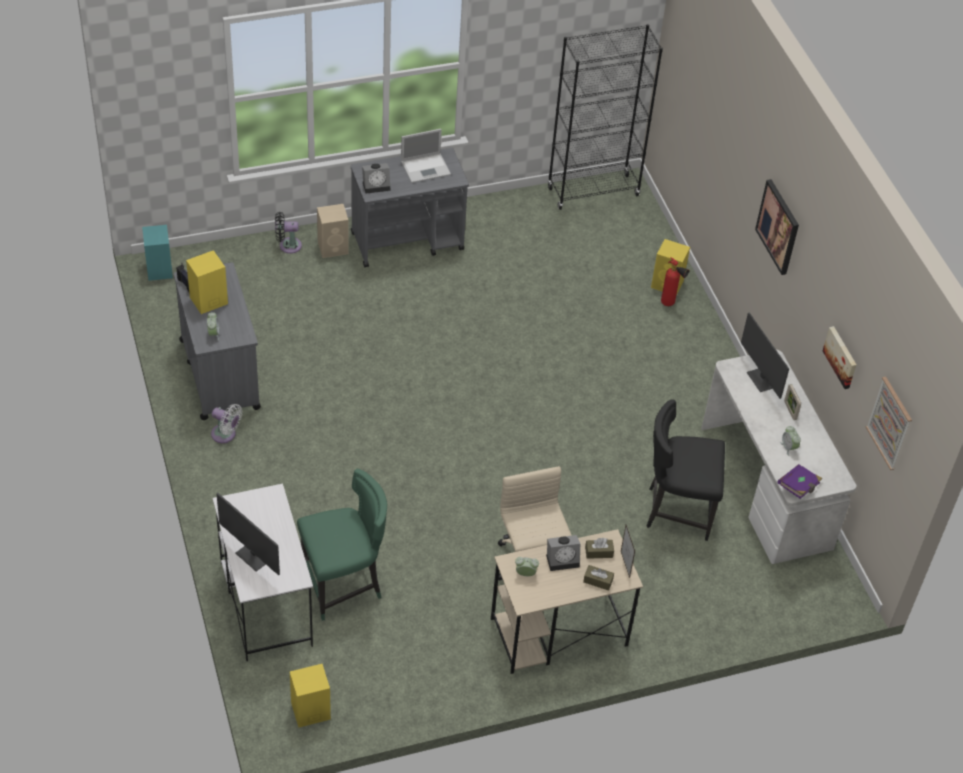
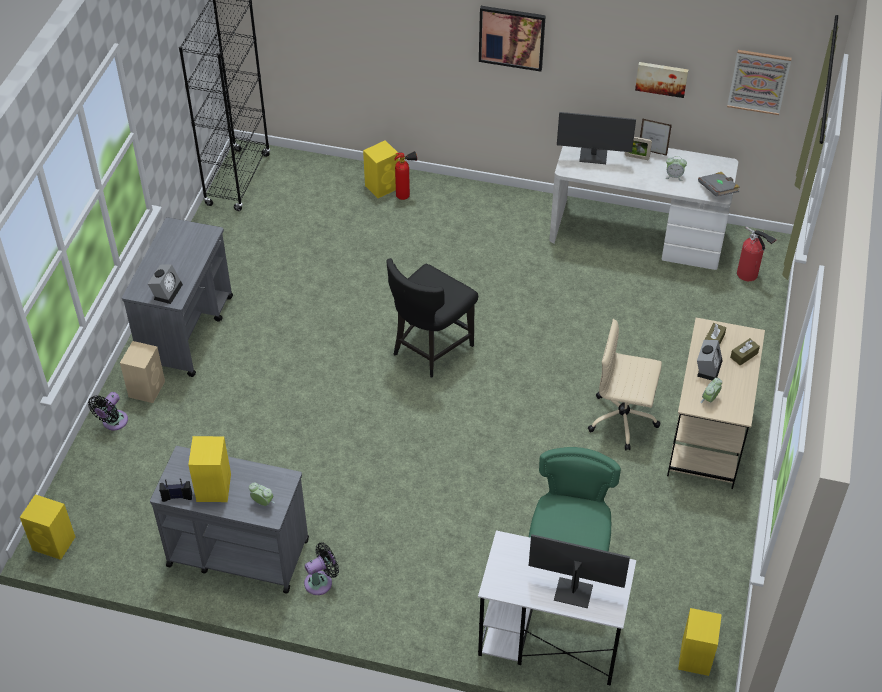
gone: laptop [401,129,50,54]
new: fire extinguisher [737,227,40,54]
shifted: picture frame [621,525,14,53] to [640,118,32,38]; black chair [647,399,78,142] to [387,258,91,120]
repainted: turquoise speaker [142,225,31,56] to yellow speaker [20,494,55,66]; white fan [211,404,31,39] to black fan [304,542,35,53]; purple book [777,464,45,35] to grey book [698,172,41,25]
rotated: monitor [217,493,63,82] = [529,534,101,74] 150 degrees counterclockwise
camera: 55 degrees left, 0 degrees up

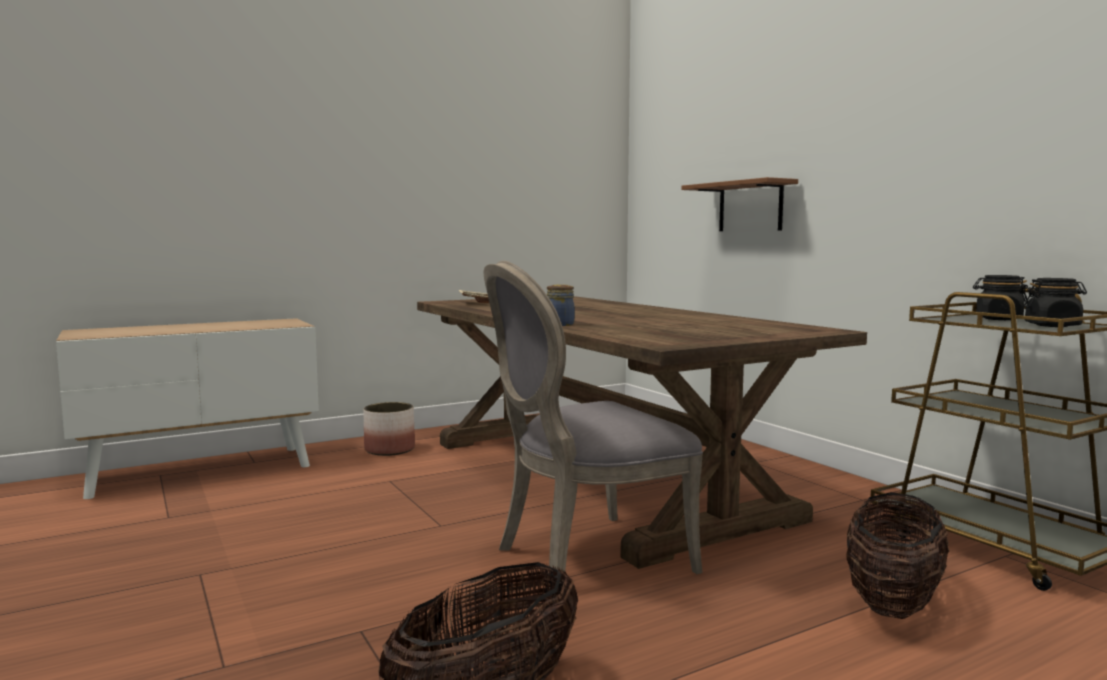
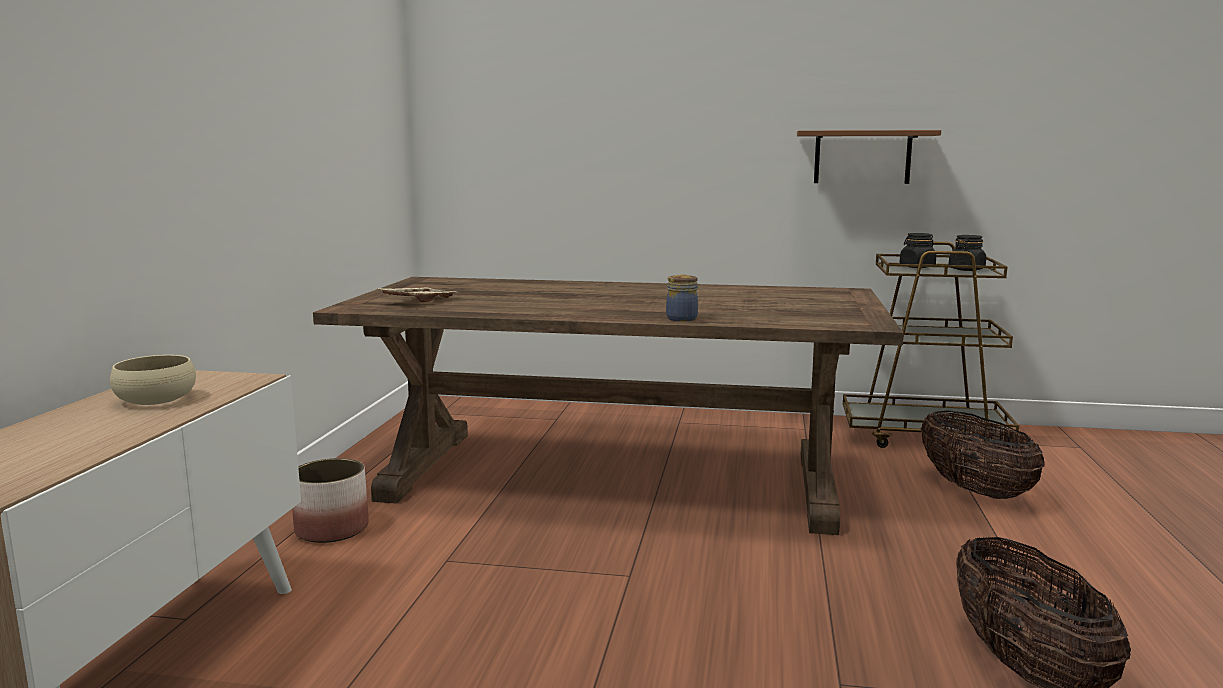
gone: grey chair [484,261,219,328]
new: beige bowl [110,355,86,50]
shifted: brown shelf [681,177,117,54] to [797,130,144,54]
camera: 50 degrees left, 5 degrees up

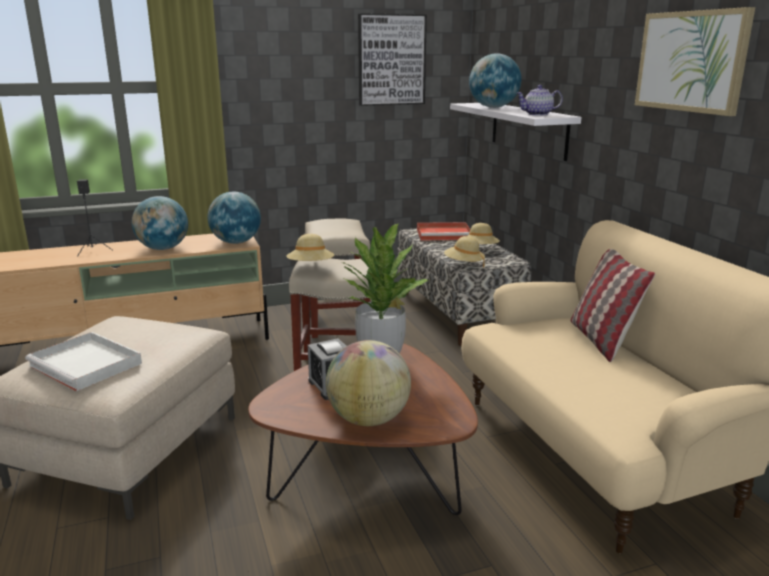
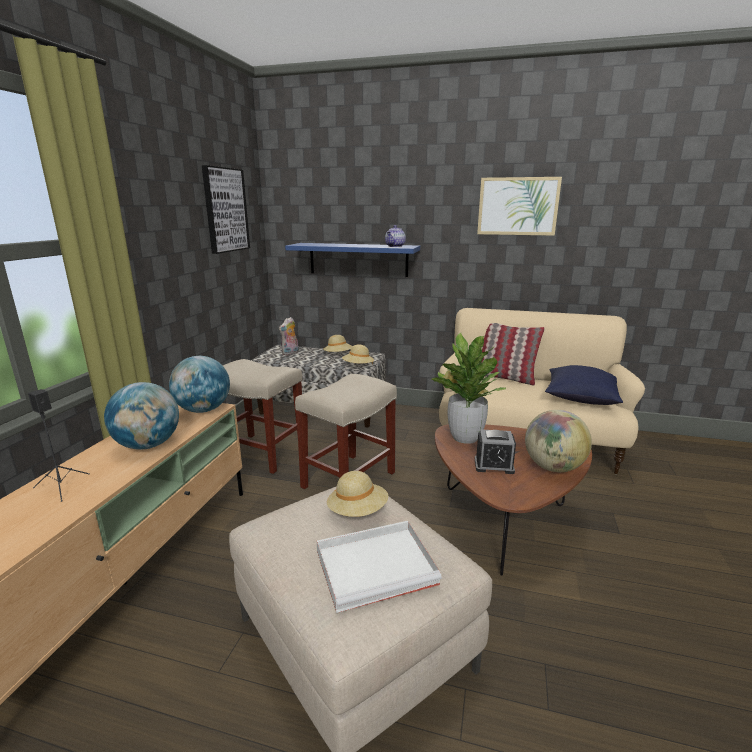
gone: globe [469,53,53,55]
new: blue pillow [545,365,78,40]
shifted: beige hat [286,234,48,27] to [327,471,61,46]
swapped: red tray [417,222,53,19] to plush toy [279,317,20,38]
repainted: white shelf [450,103,131,58] to blue shelf [285,243,135,34]
camera: 55 degrees left, 0 degrees up

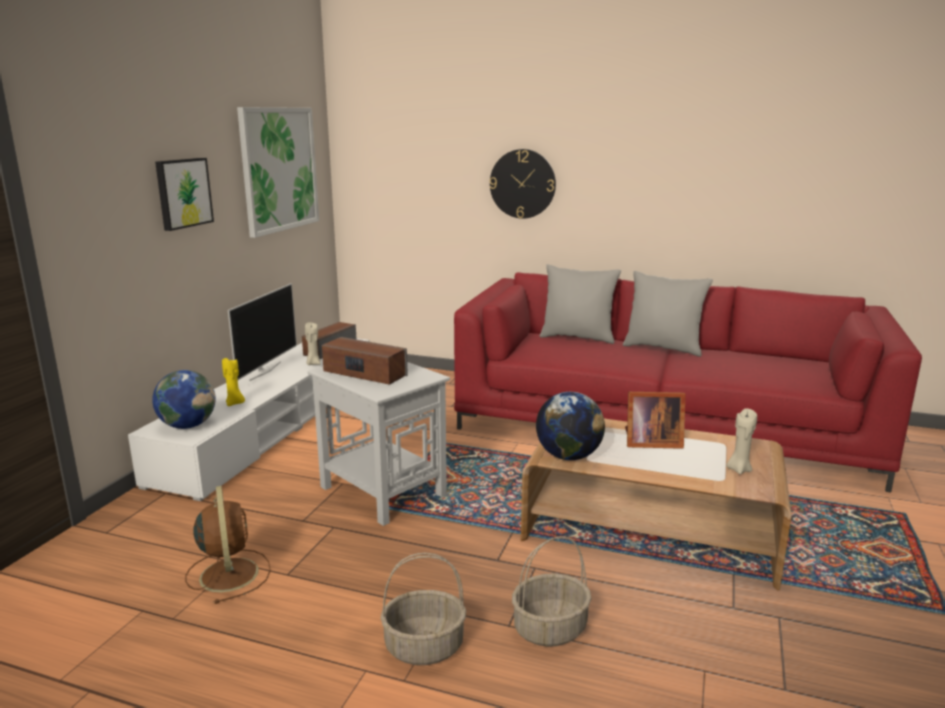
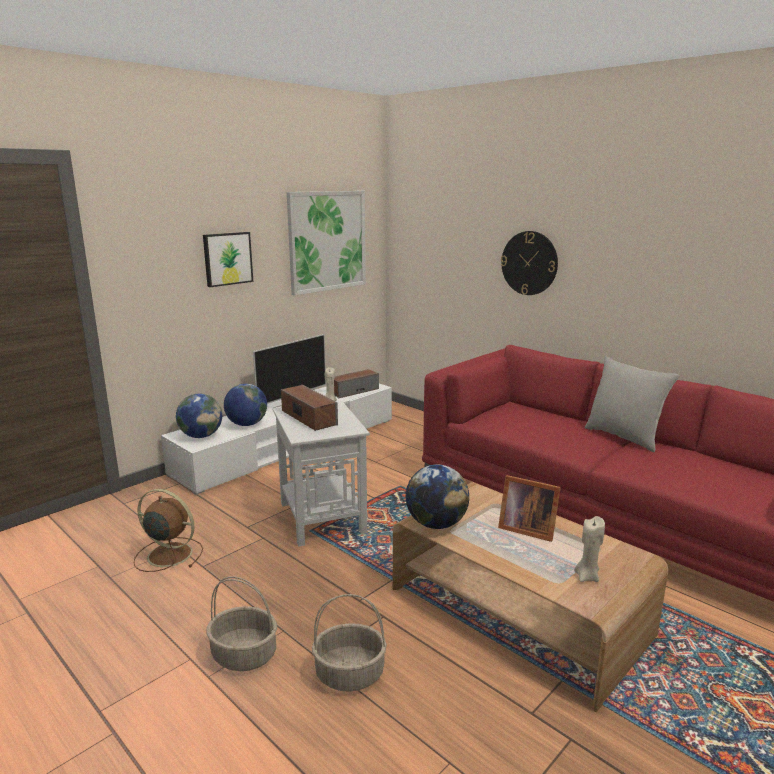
gone: grey pillow [540,264,81,80]
swapped: yellow candle [222,358,23,48] to globe [224,384,43,42]
rotated: brown fan [185,486,86,118] = [134,489,69,83] 75 degrees counterclockwise
camera: 25 degrees right, 0 degrees up

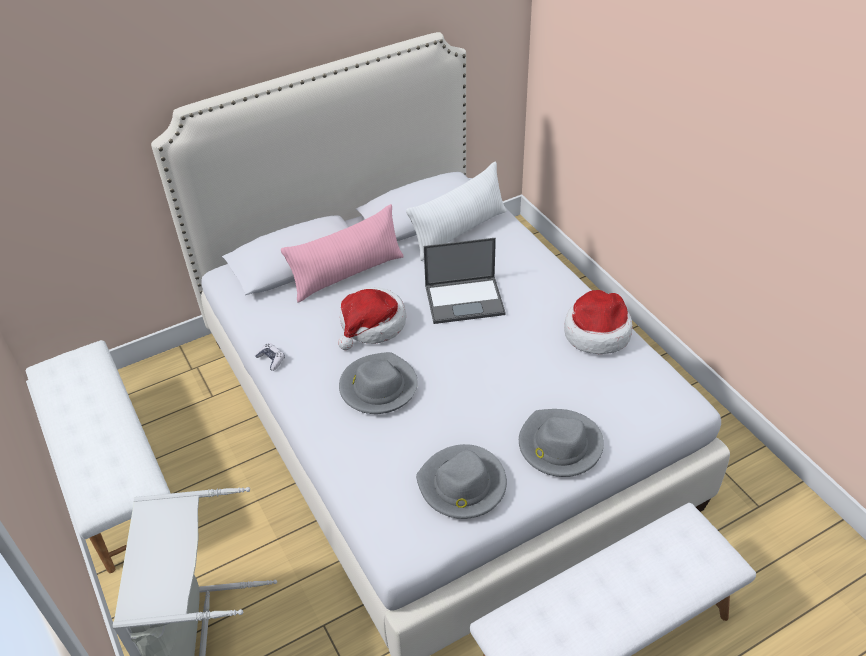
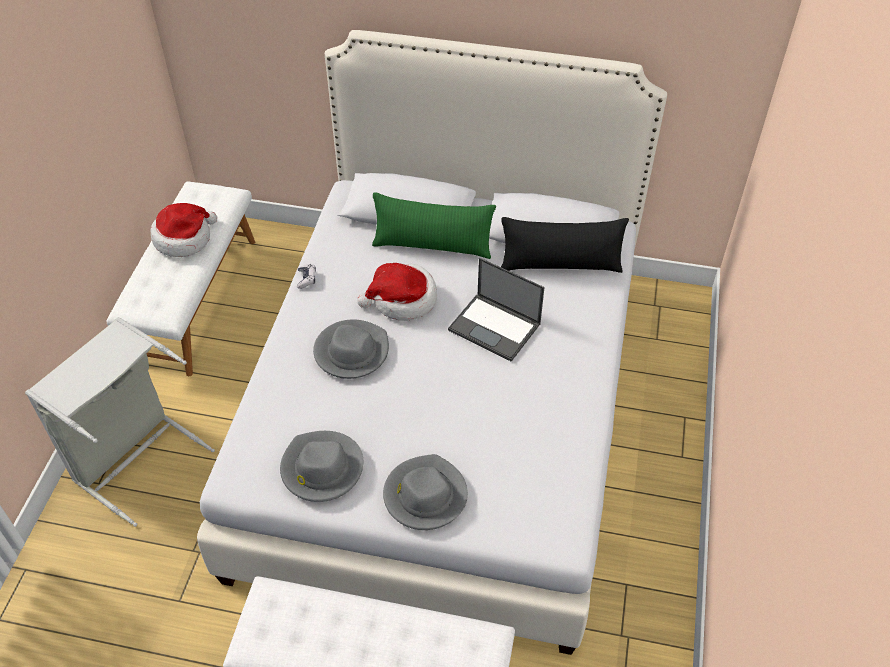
shifted: hat [564,290,69,64] to [150,203,67,54]
repainted: pink pillow [281,204,123,98] to green pillow [372,192,124,67]; white pillow [406,161,101,100] to black pillow [501,217,128,56]
camera: 40 degrees right, 5 degrees up

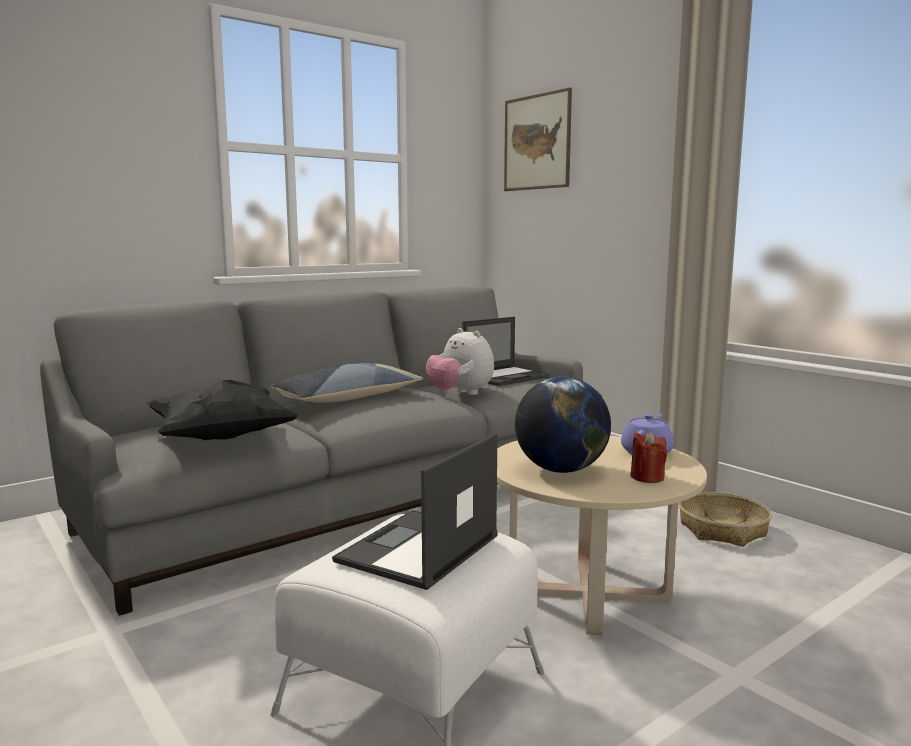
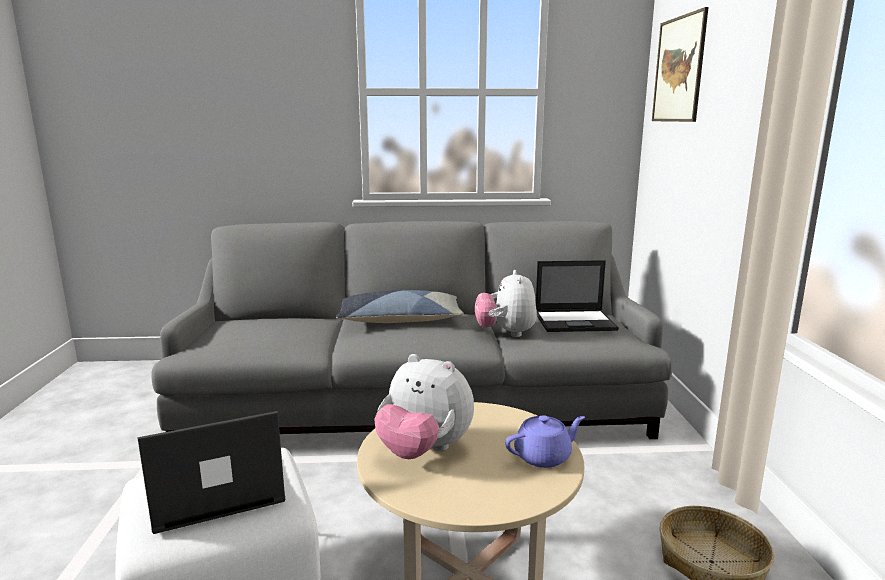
gone: black pillow [146,380,153,60]; red candle [630,431,37,52]
swapped: globe [515,377,96,96] to plush toy [374,354,100,105]
camera: 35 degrees right, 5 degrees up

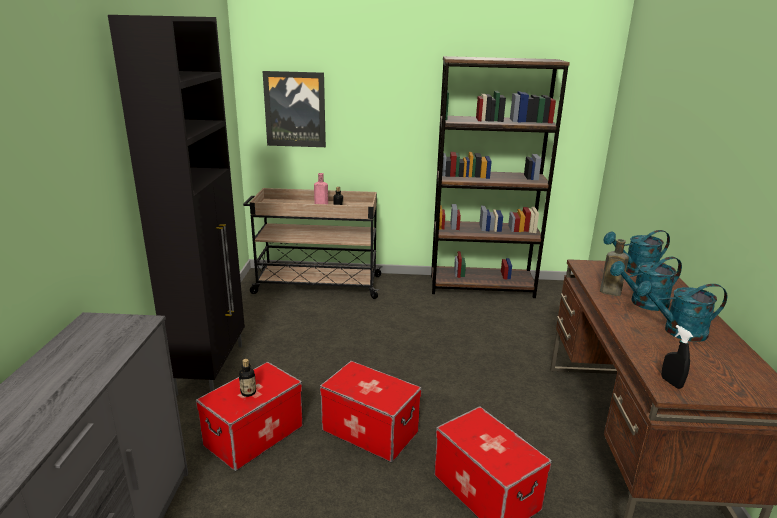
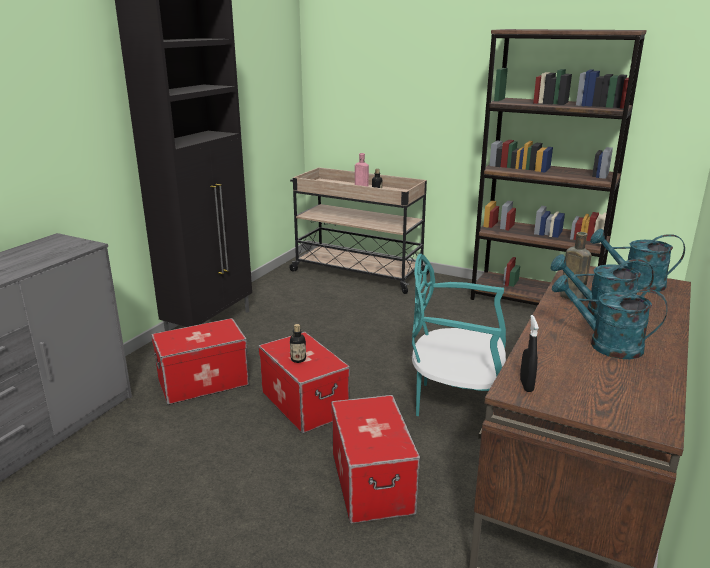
gone: picture [263,71,63,76]
new: turquoise chair [412,254,94,162]
shifted: bottle [239,359,17,38] to [290,324,16,39]
camera: 25 degrees right, 0 degrees up

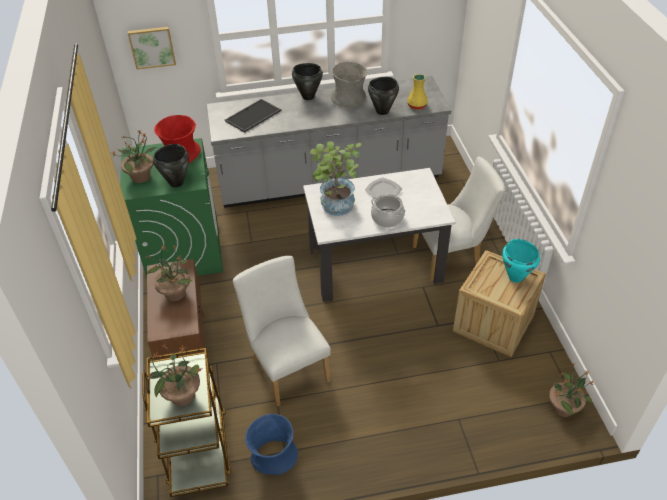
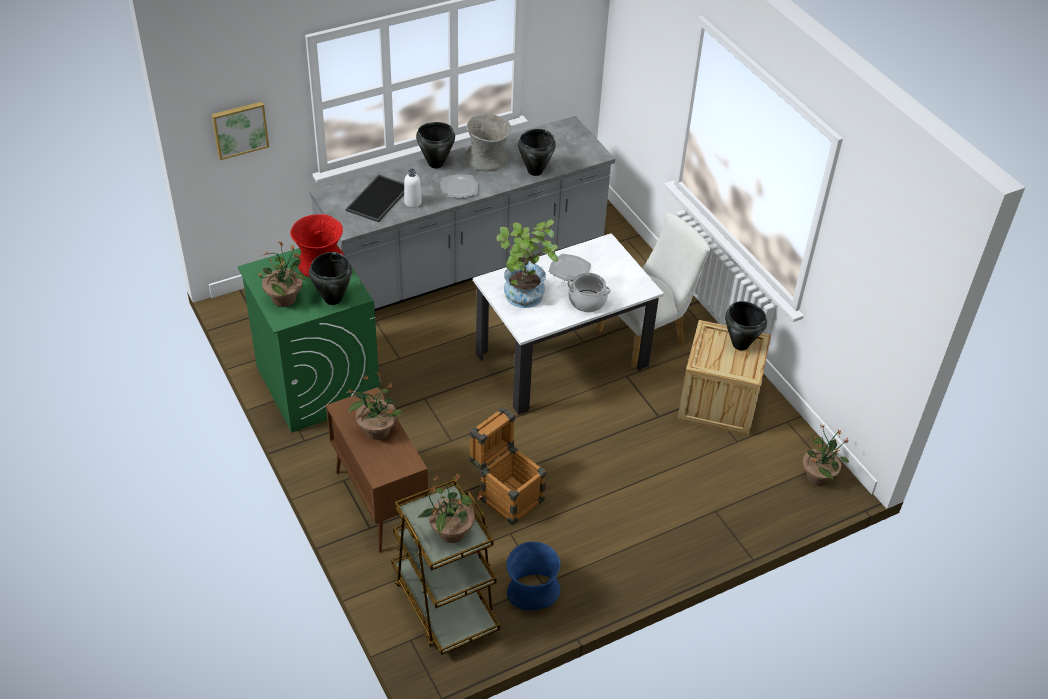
gone: yellow vase [407,74,21,36]
new: white bottle [404,169,18,39]; plate [440,174,38,24]
swapped: white chair [233,256,98,151] to crate [470,406,76,120]
repainted: turquoise cooking pot [502,239,38,44] to black cooking pot [725,301,42,49]
camera: 20 degrees left, 0 degrees up

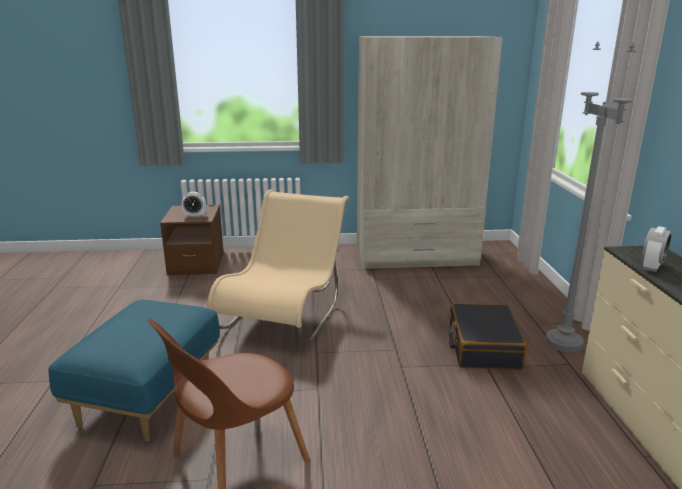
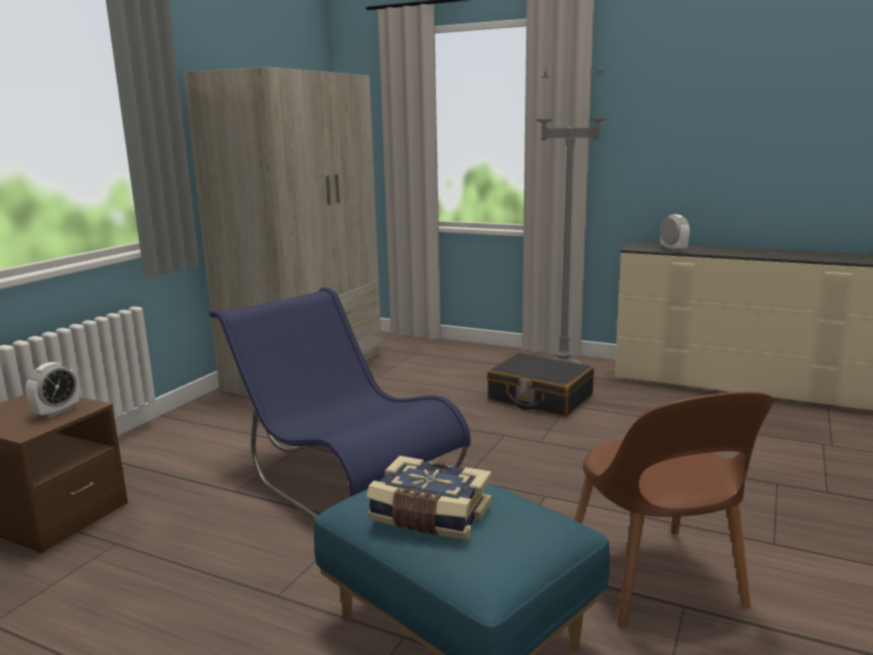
new: book [367,456,125,84]
repainted: beige chair [207,189,142,154] to blue chair [209,287,262,233]
camera: 60 degrees left, 5 degrees down

